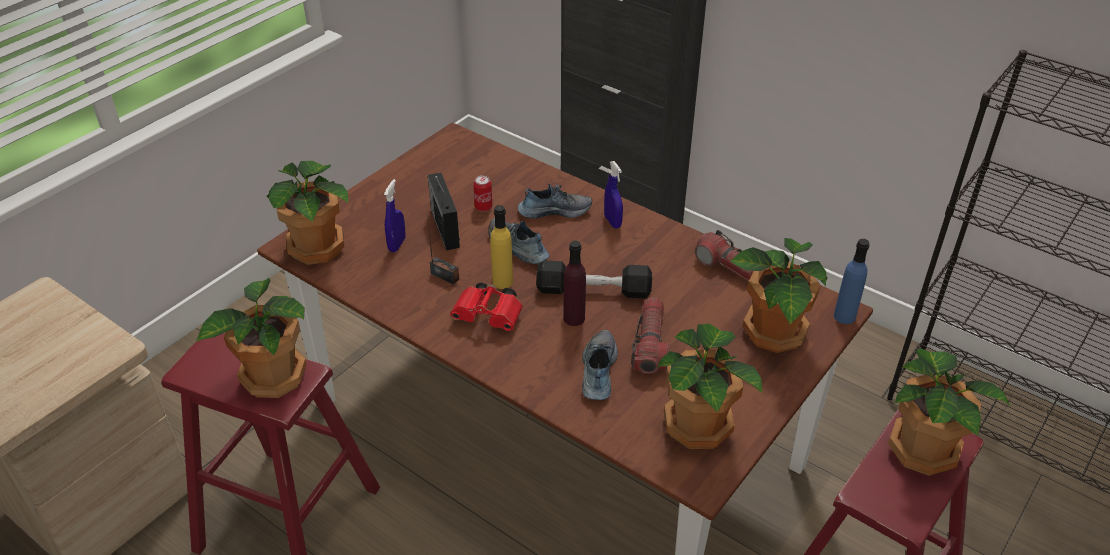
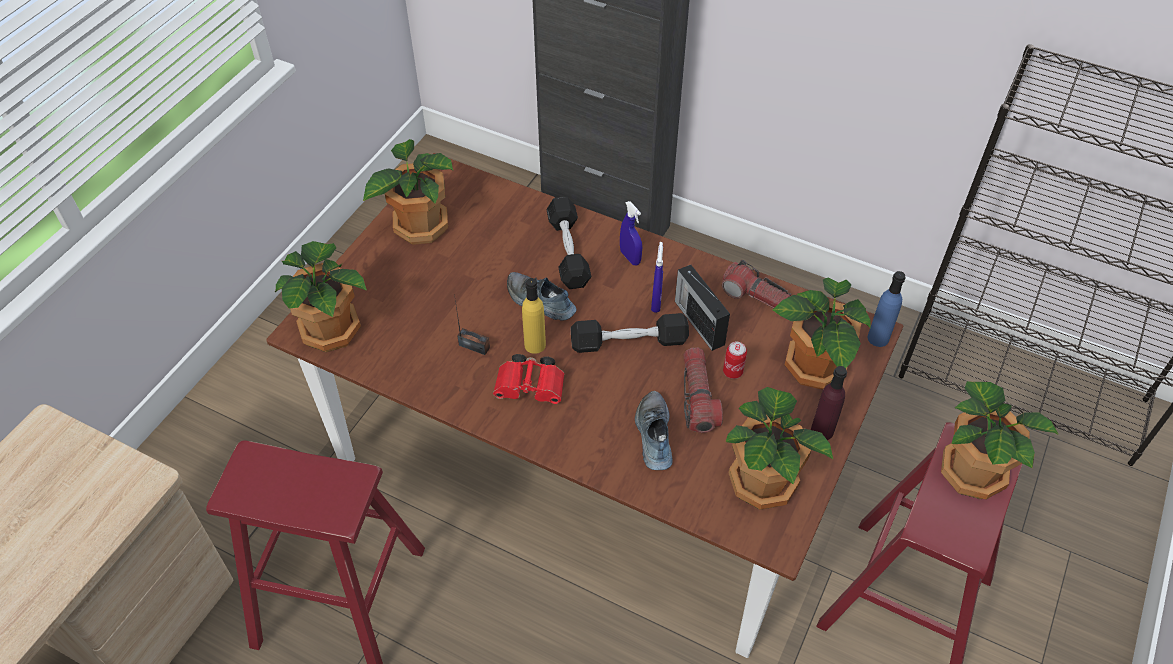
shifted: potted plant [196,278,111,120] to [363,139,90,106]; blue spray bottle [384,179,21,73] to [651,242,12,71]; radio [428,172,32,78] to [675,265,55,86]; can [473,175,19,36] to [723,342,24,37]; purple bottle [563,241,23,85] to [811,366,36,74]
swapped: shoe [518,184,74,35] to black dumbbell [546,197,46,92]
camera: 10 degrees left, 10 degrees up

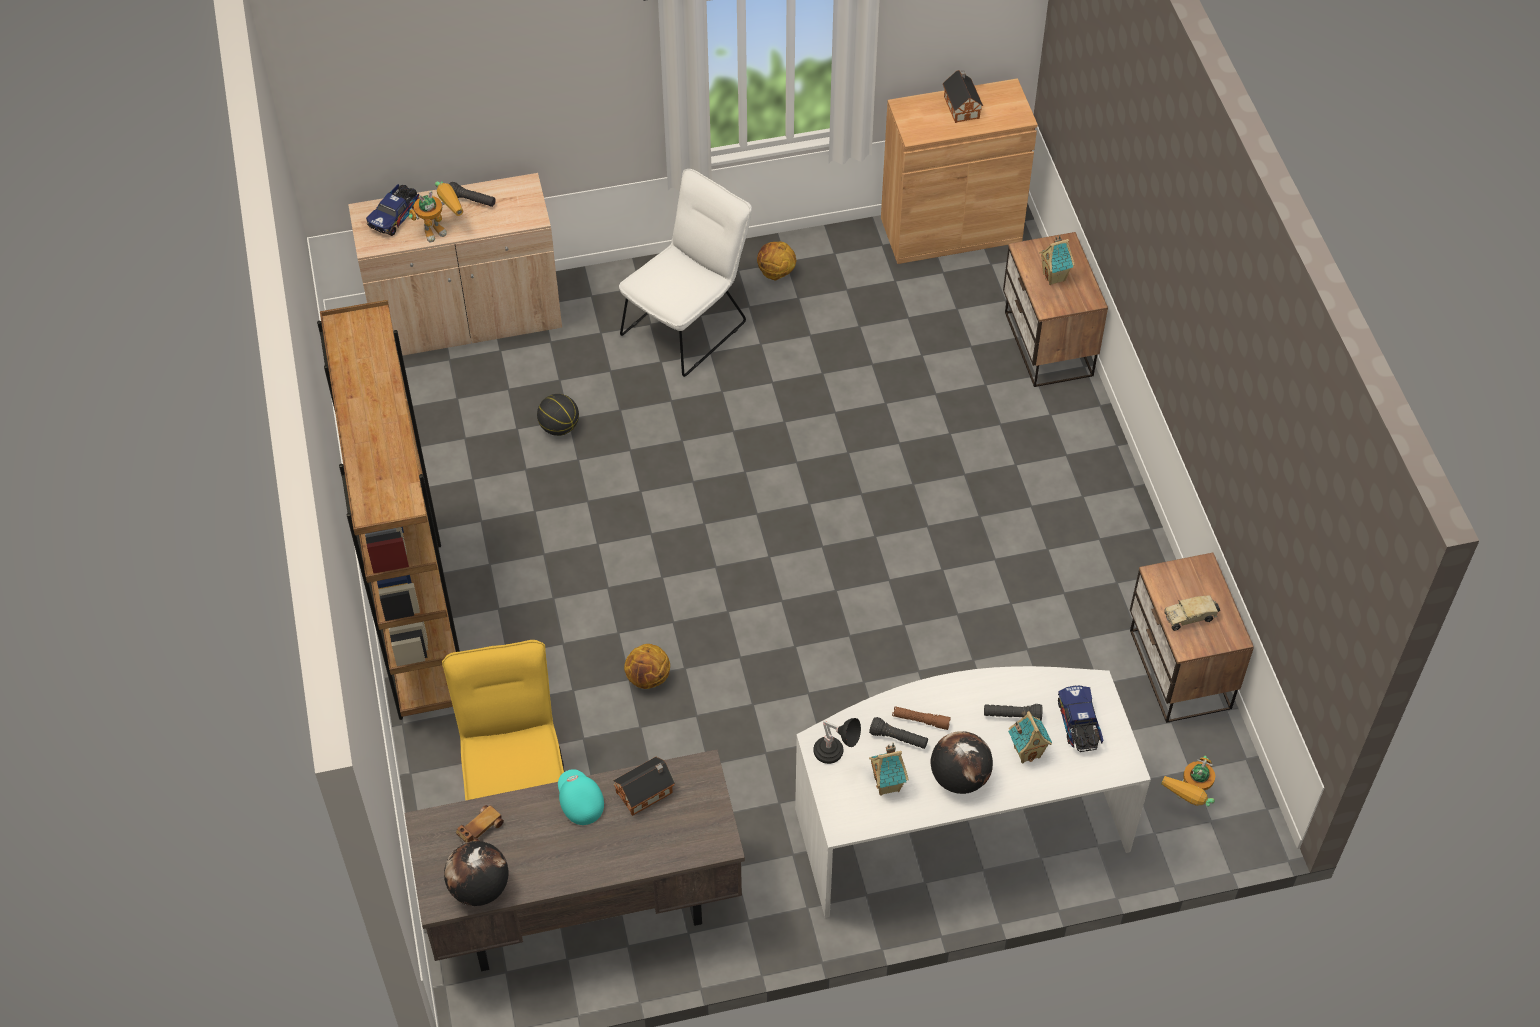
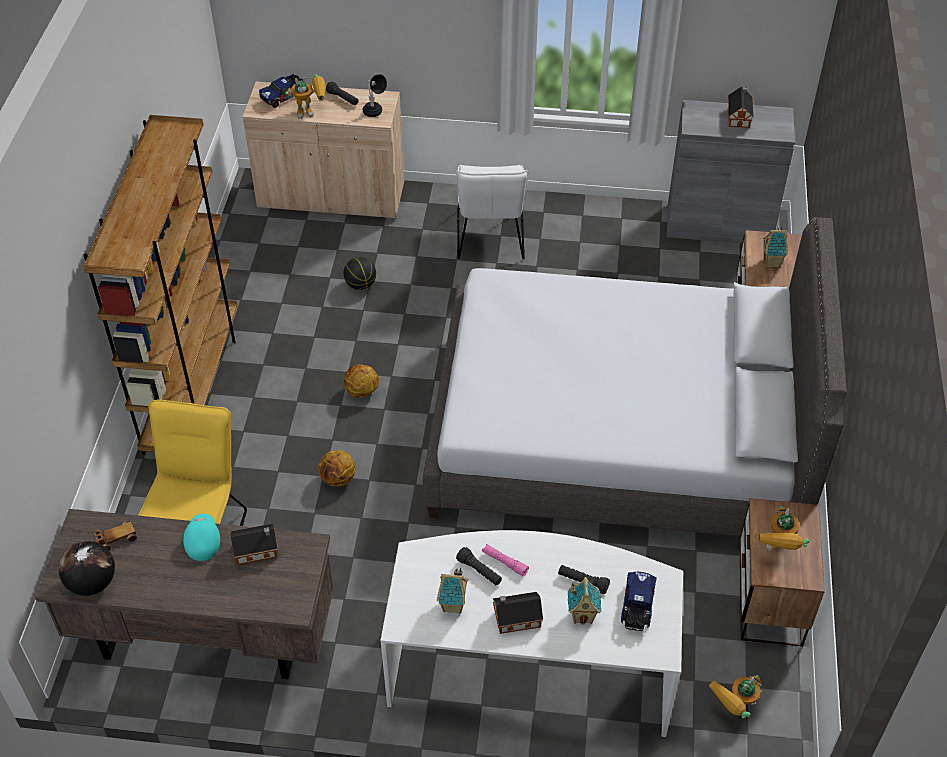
new: grey bed [423,217,424,320]
shifted: basketball [757,241,39,39] to [344,364,35,34]; black table lamp [813,718,48,46] to [363,74,24,43]
swapped: globe [931,731,62,63] to toy house [493,592,50,42]; toy truck [1164,595,56,36] to toy robot [759,506,50,45]
repainted: brown cabinet [881,78,157,186] to grey cabinet [667,100,128,143]; brown flashlight [892,706,59,24] to pink flashlight [482,544,47,32]
rotated: white chair [619,169,133,208] = [456,165,73,94] 120 degrees clockwise
camera: 20 degrees right, 5 degrees down

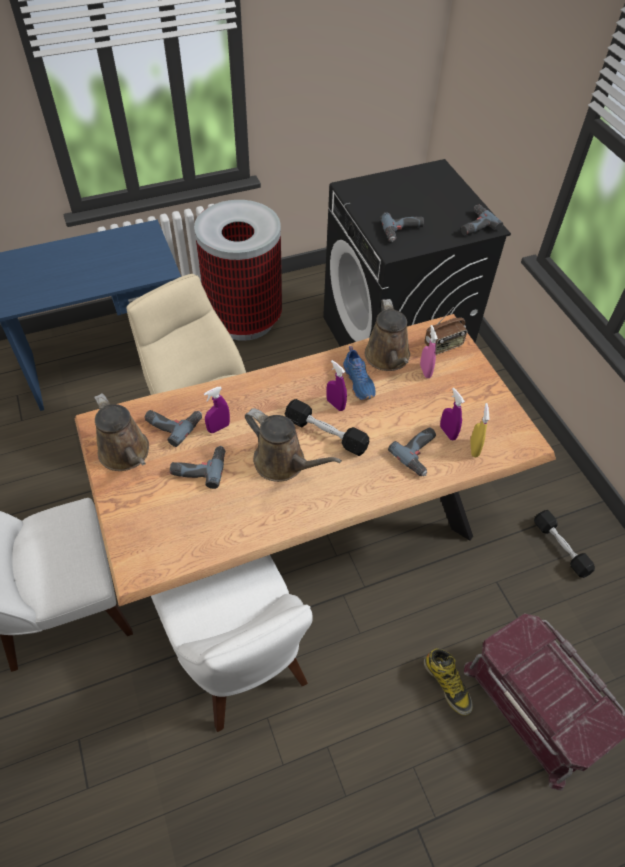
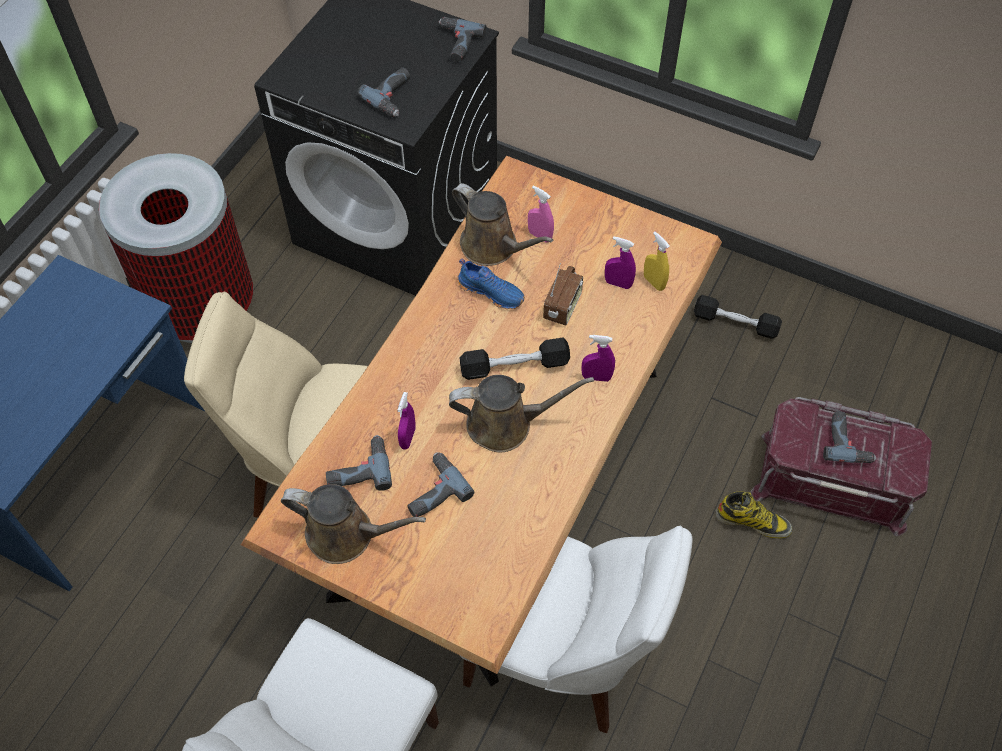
shifted: purple spray bottle [326,360,21,51] to [581,335,34,47]; power drill [388,428,48,48] to [823,411,54,52]; radio [424,307,43,48] to [543,263,40,62]
camera: 40 degrees left, 5 degrees up

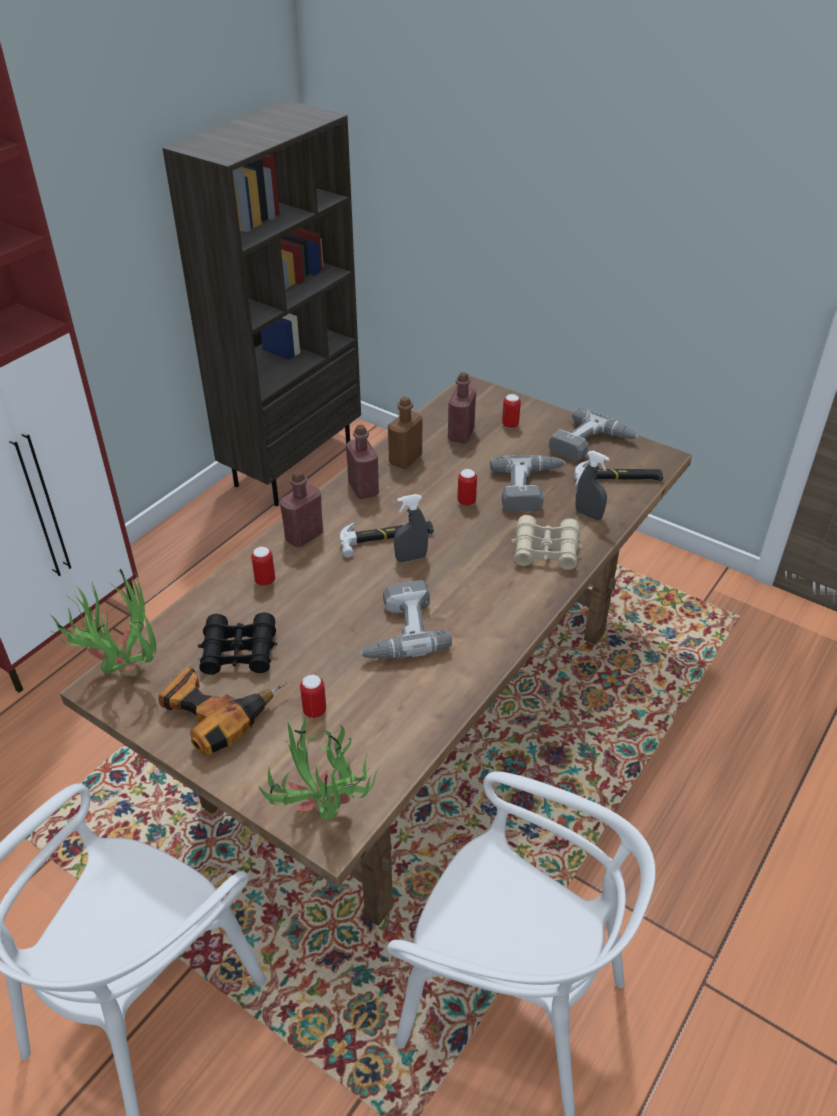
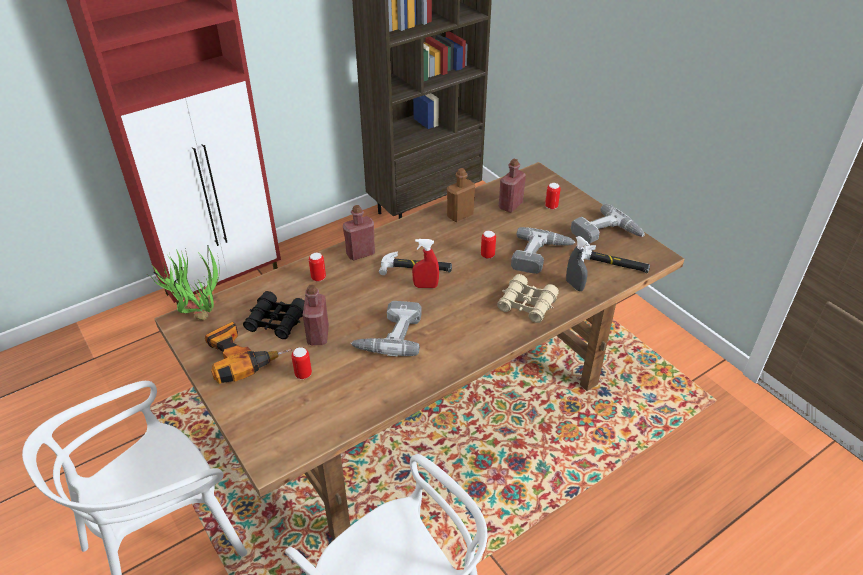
gone: potted plant [258,719,123,101]
shifted: red bottle [346,424,33,75] to [303,285,26,60]
repainted: grey spray bottle [394,494,34,68] to red spray bottle [412,239,27,49]
camera: 20 degrees right, 0 degrees up

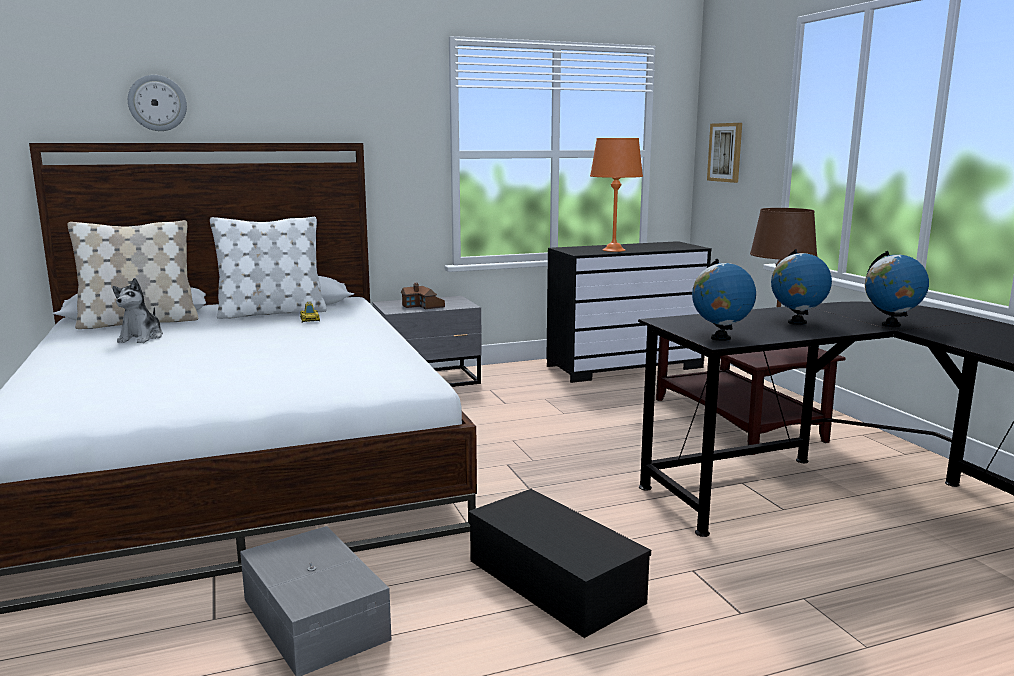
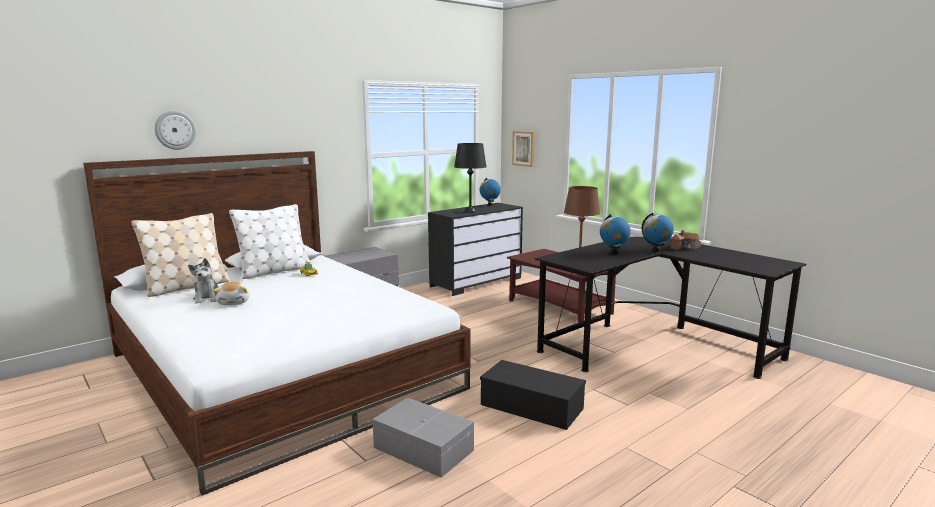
new: plush toy [213,282,37,23]
shifted: toy house [401,283,44,26] to [671,230,30,20]; globe [692,259,64,82] to [480,178,21,28]
repainted: orange table lamp [590,138,53,114] to black table lamp [454,143,33,70]
camera: 20 degrees left, 0 degrees up

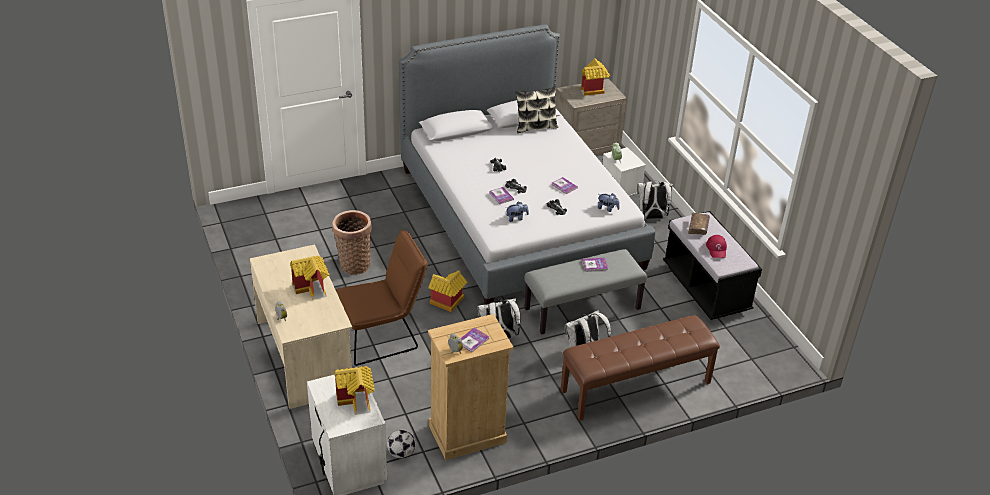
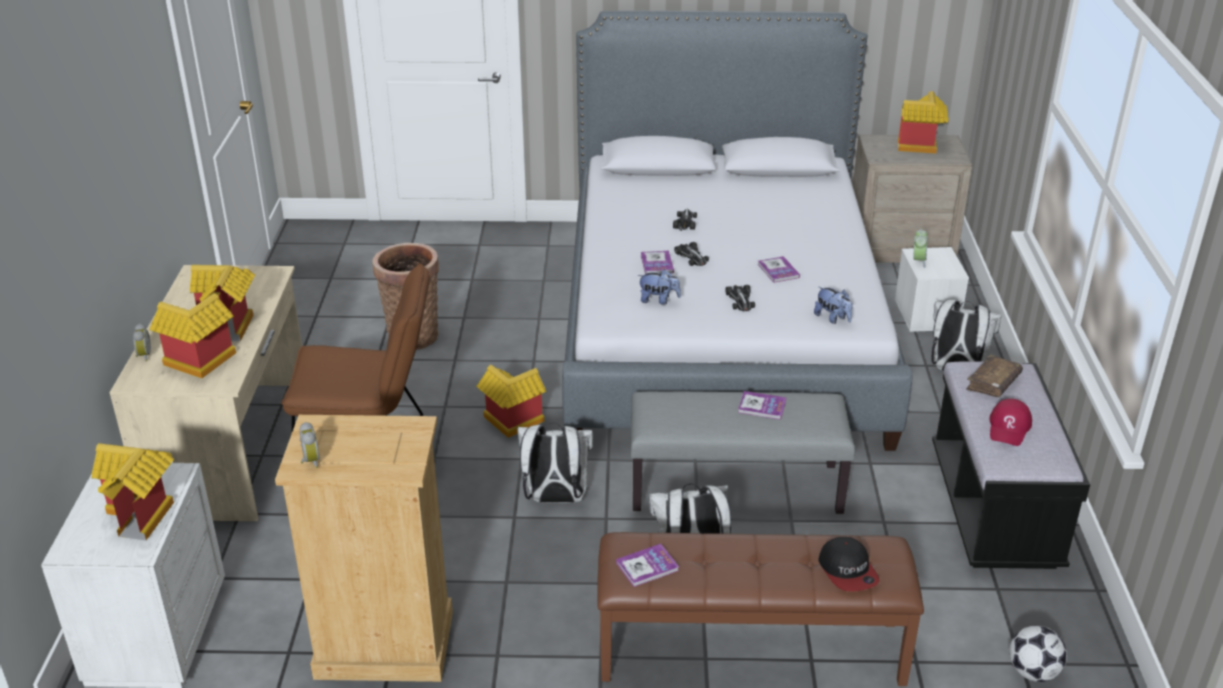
gone: pillow [515,86,43,47]
new: toy house [149,293,87,85]; cap [819,537,61,54]
shifted: football [387,430,29,28] to [1009,625,58,57]; book [461,328,28,24] to [616,544,63,43]
camera: 25 degrees right, 5 degrees down

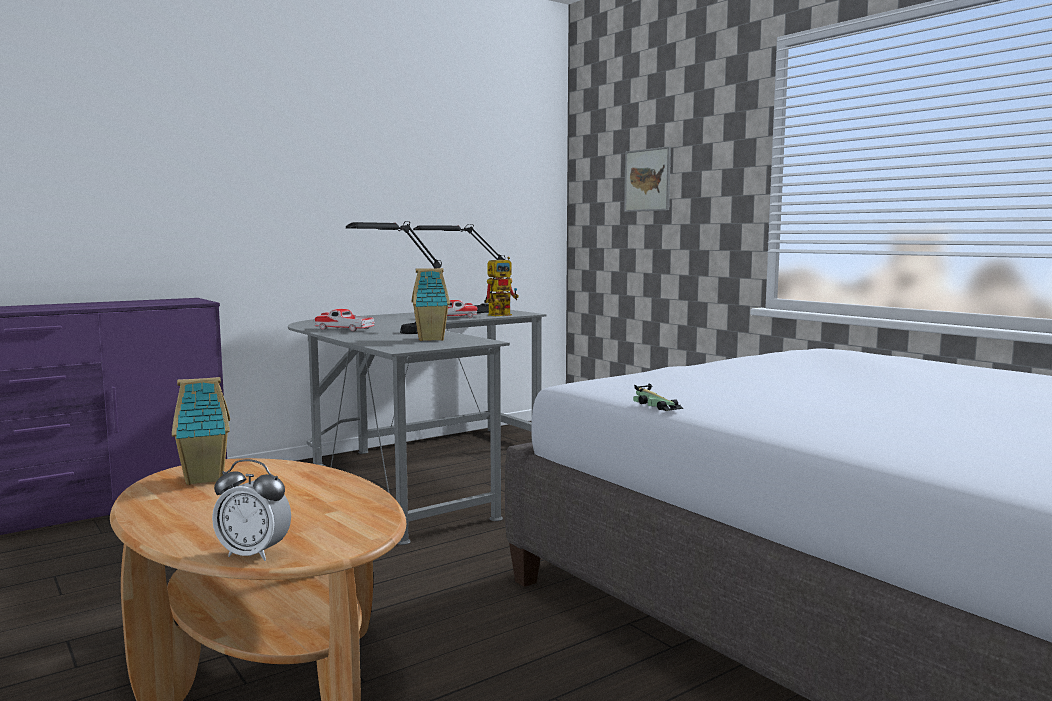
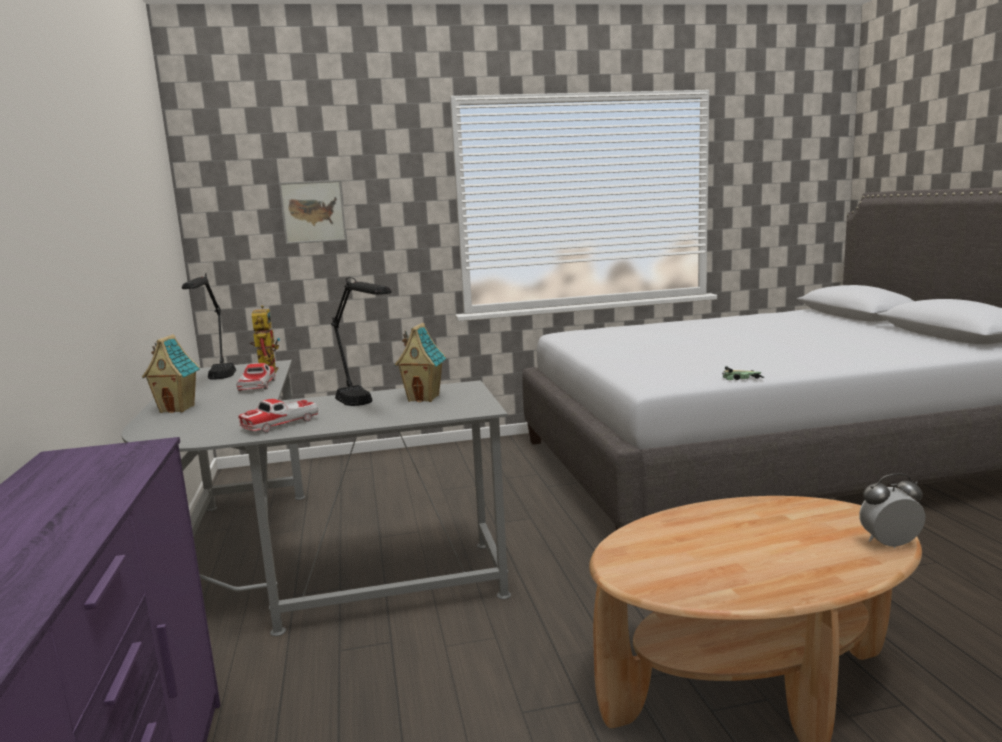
shifted: toy house [172,377,58,108] to [142,334,58,79]
rotated: alarm clock [212,459,79,102] = [859,473,66,75] 135 degrees counterclockwise
camera: 65 degrees left, 5 degrees up

